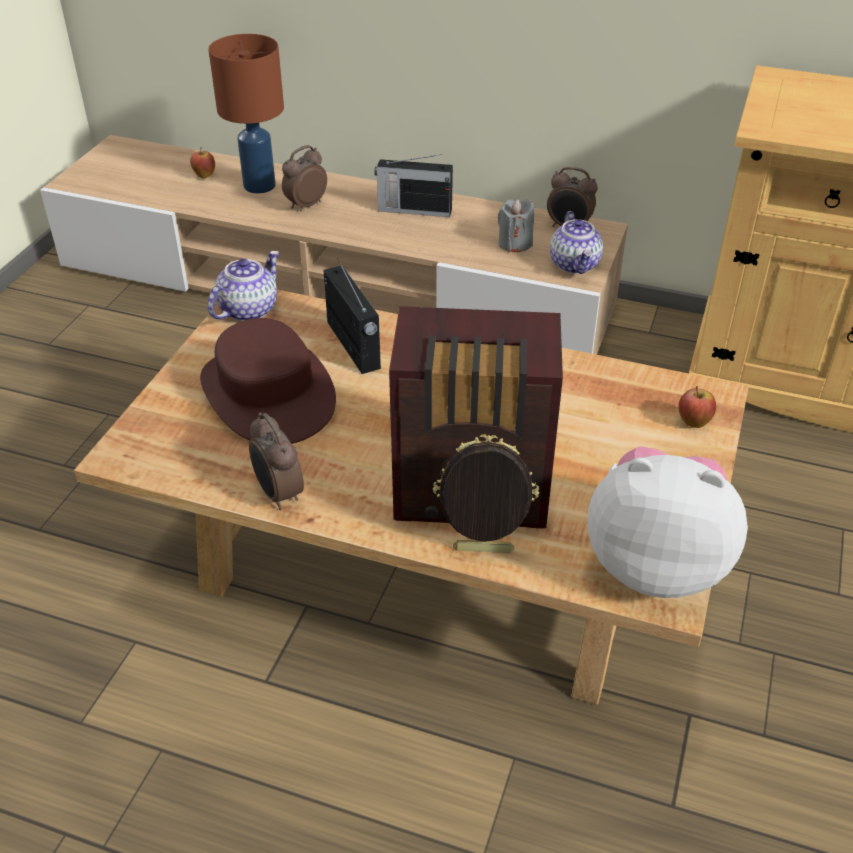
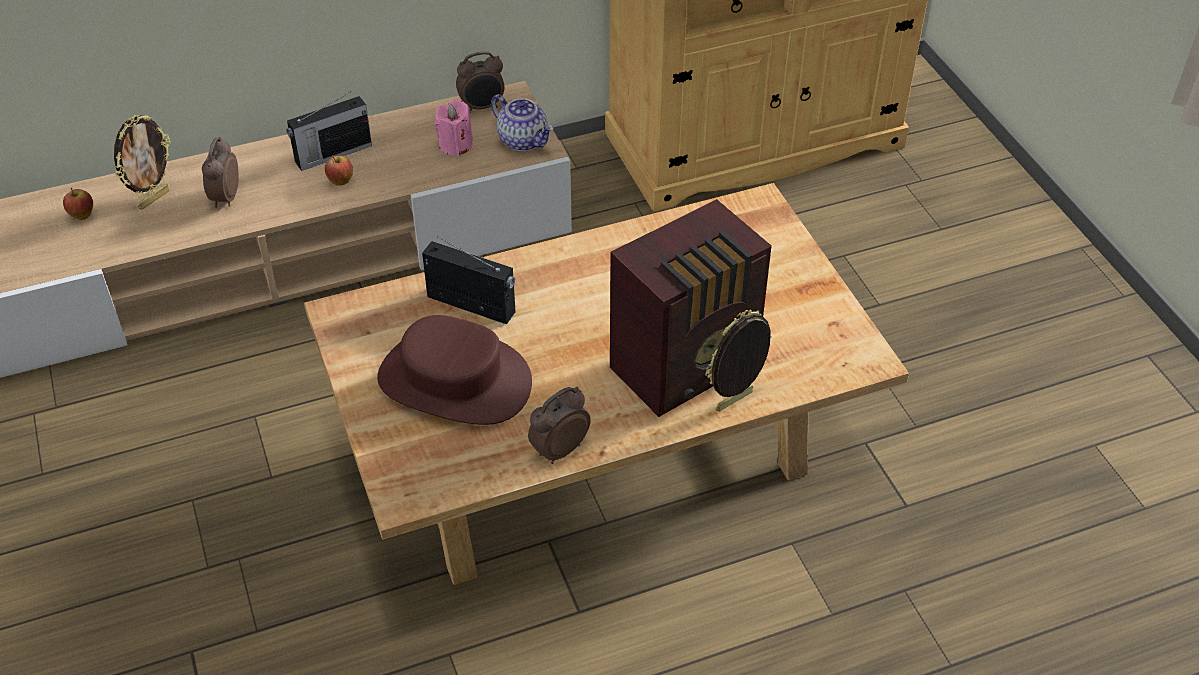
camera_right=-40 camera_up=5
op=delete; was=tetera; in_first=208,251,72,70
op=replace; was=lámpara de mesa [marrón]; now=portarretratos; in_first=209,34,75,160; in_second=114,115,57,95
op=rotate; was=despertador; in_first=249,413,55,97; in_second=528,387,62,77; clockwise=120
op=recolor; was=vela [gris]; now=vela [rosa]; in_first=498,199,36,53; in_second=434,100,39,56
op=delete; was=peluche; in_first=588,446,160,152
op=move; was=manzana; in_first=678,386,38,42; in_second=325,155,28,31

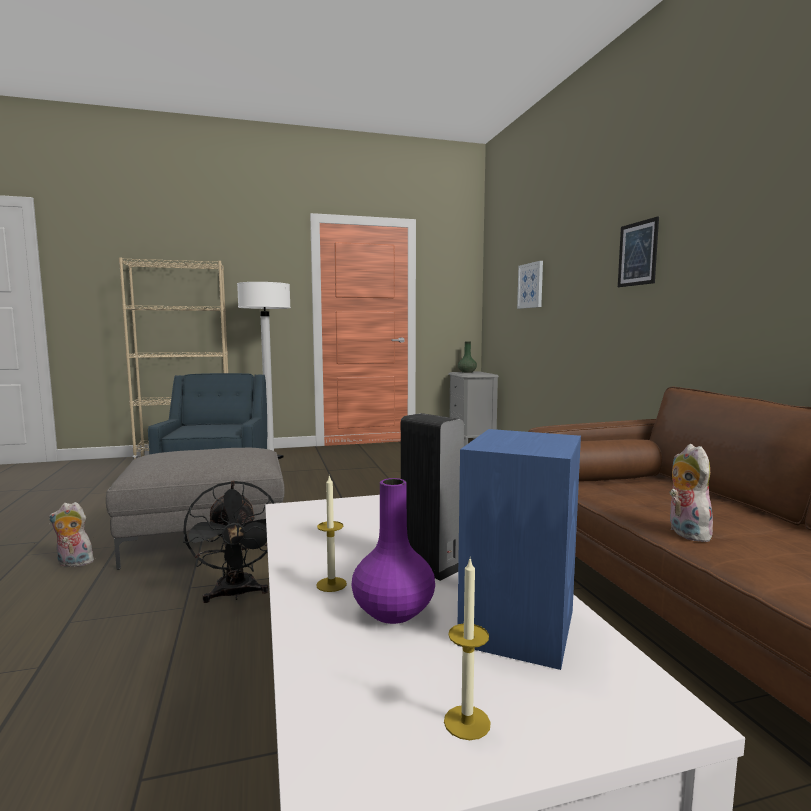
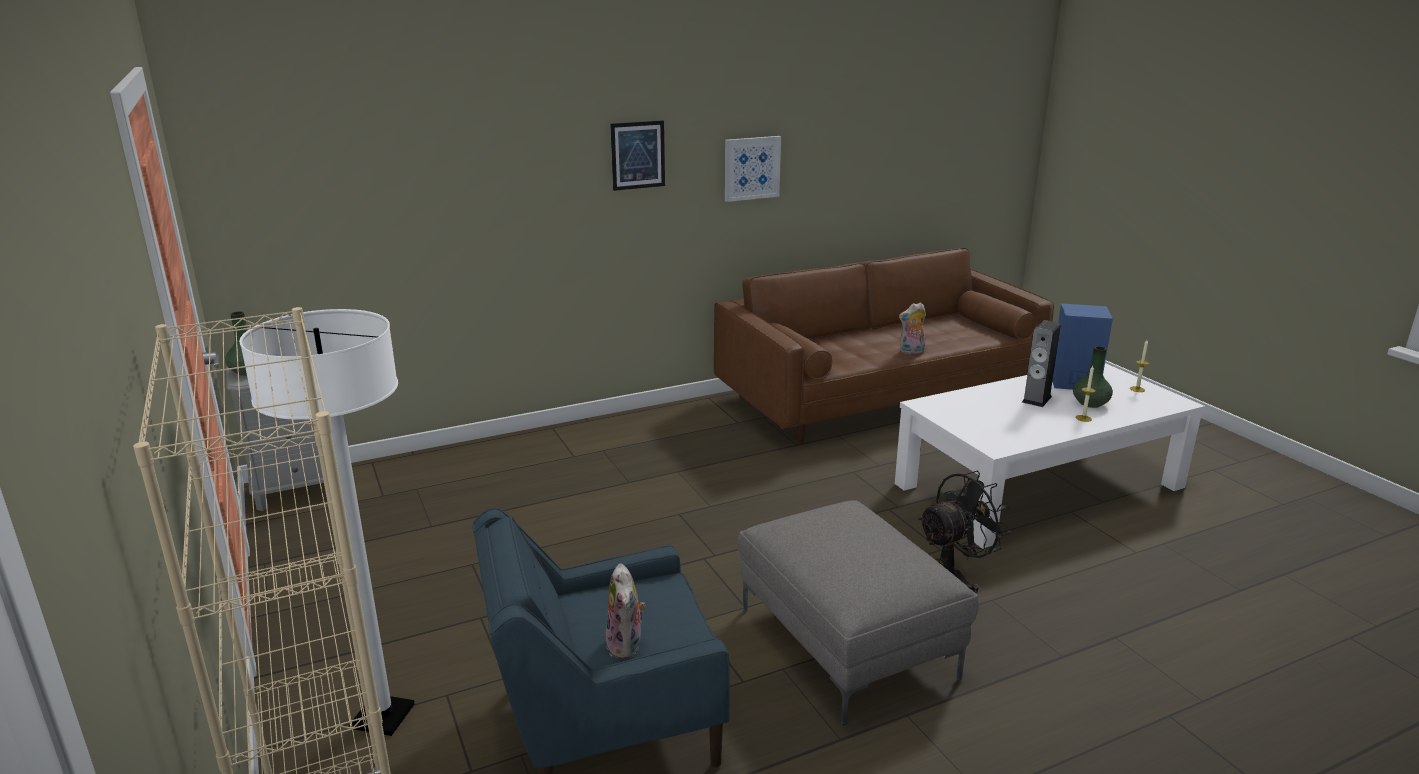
camera_right=-100 camera_up=15
op=move; was=peluche; in_first=49,502,47,65; in_second=606,563,40,96
op=recolor; was=florero [morado]; now=florero [verde]; in_first=351,478,84,146; in_second=1073,346,40,62
op=move; was=cuadro; in_first=517,261,26,48; in_second=725,136,56,66

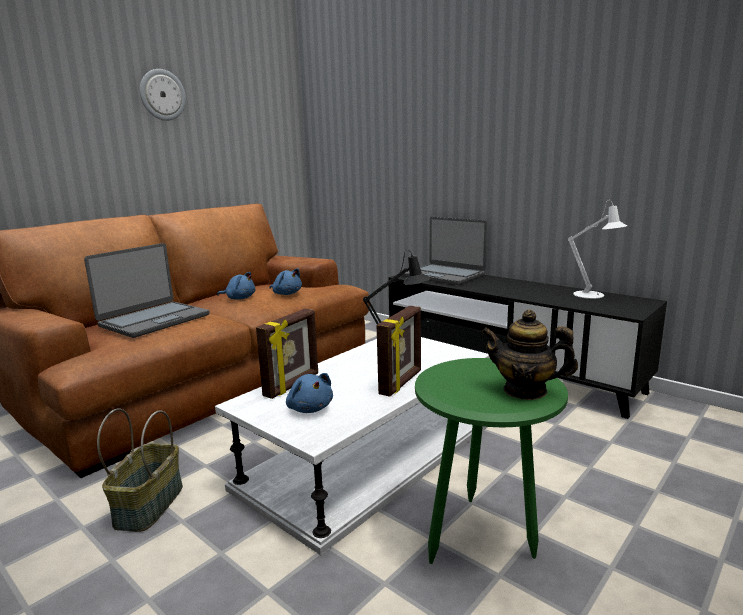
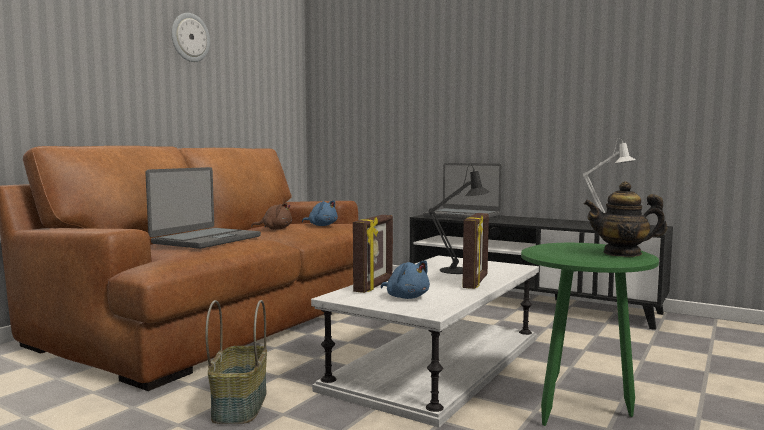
camera_right=-10 camera_up=-10
op=recolor; was=peluche [azul]; now=peluche [marrón]; in_first=217,272,38,27; in_second=251,203,41,27

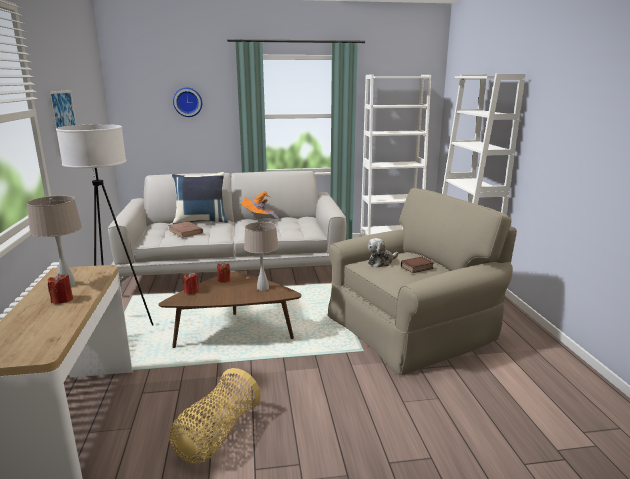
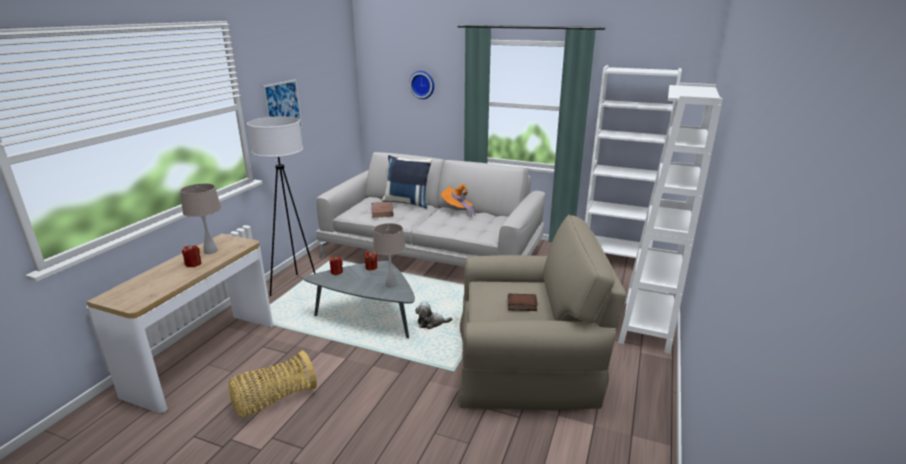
camera_right=30 camera_up=5
op=recolor; was=mesa de centro [marrón]; now=mesa de centro [gris]; in_first=158,272,144,76; in_second=303,261,112,77
op=move; was=peluche; in_first=368,238,30,29; in_second=415,301,37,28

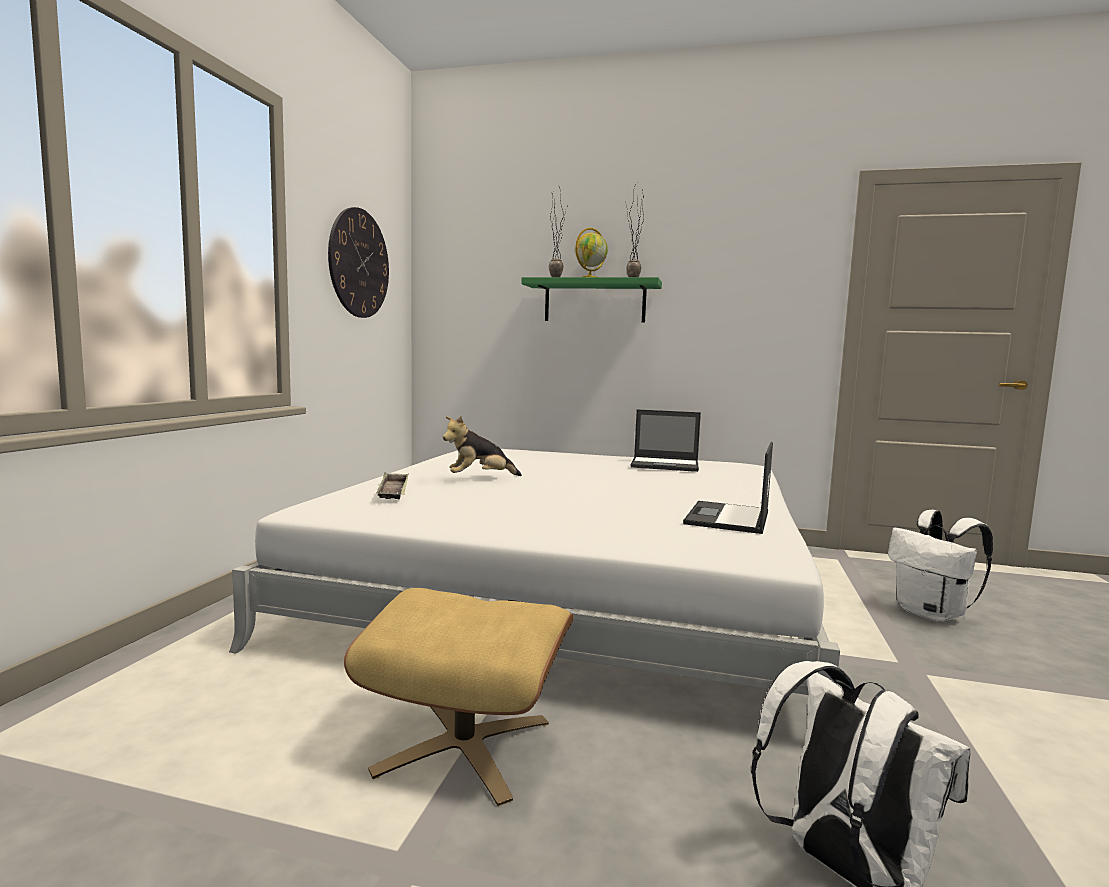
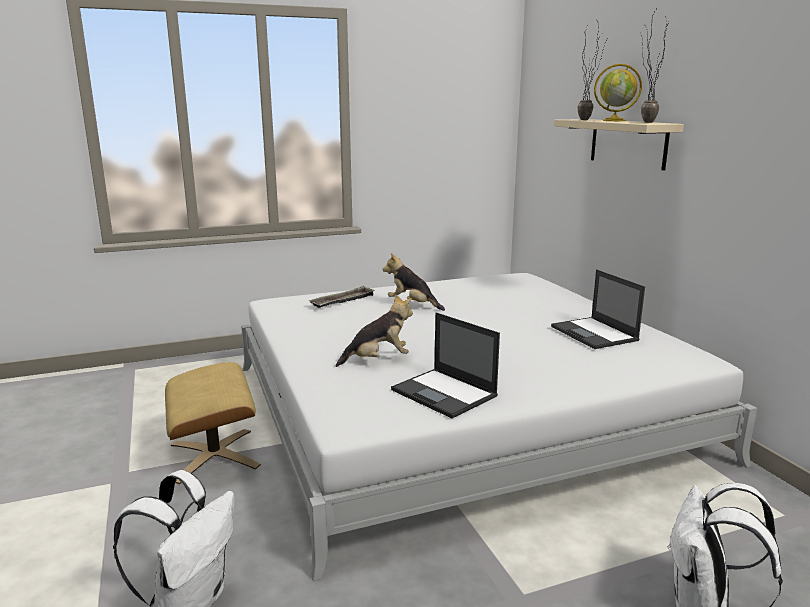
camera_right=55 camera_up=10
op=delete; was=reloj de pared; in_first=328,207,61,111
op=recolor; was=estante [verde]; now=estante [beis]; in_first=521,277,141,46; in_second=554,119,130,51
op=rotate; was=portátil; in_first=683,442,90,92; in_second=391,312,109,106; clockwise=-120
op=insert; now=peluche; in_second=335,293,78,74

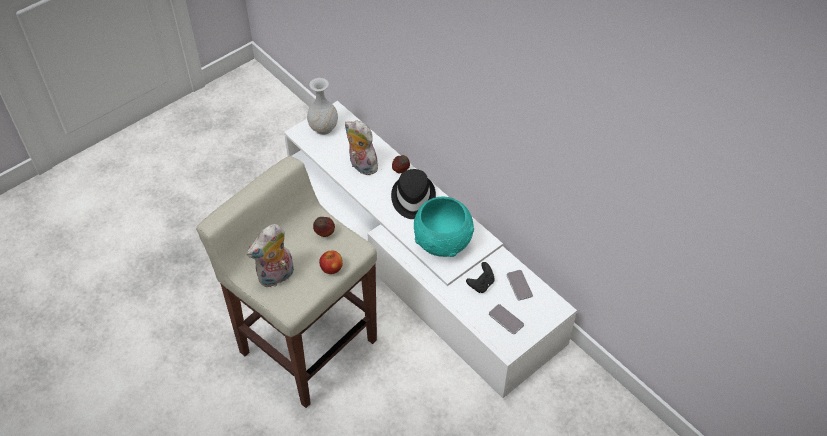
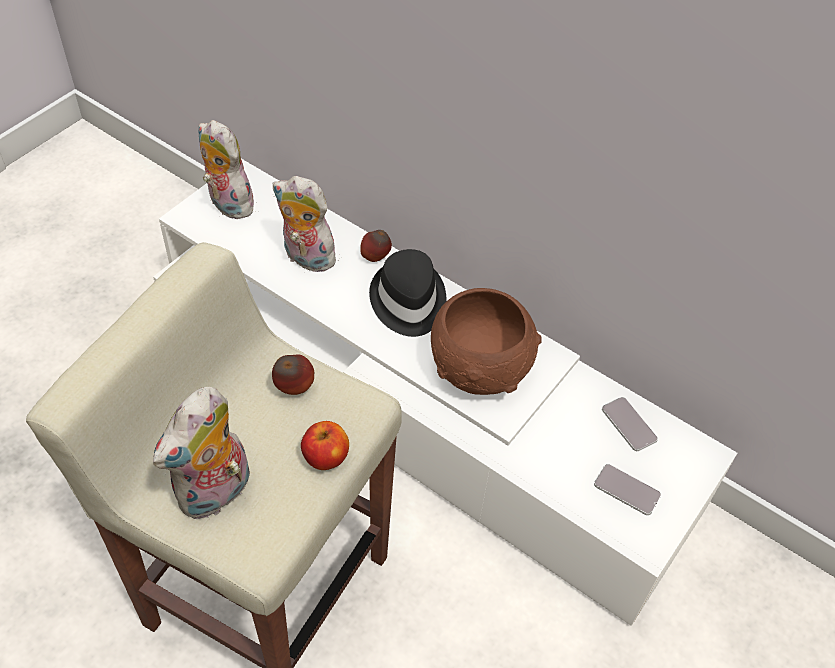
camera_right=-15 camera_up=0
op=replace; was=florero [blanco]; now=peluche; in_first=307,78,31,57; in_second=199,120,60,99
op=recolor; was=cuenco [turquesa]; now=cuenco [marrón]; in_first=414,196,60,61; in_second=431,288,111,107
op=delete; was=mando de consola [negro]; in_first=466,262,29,31

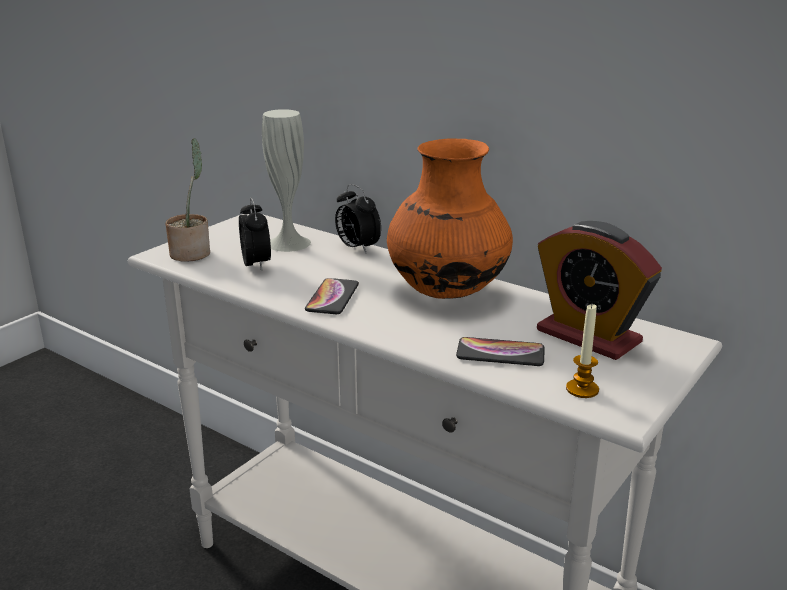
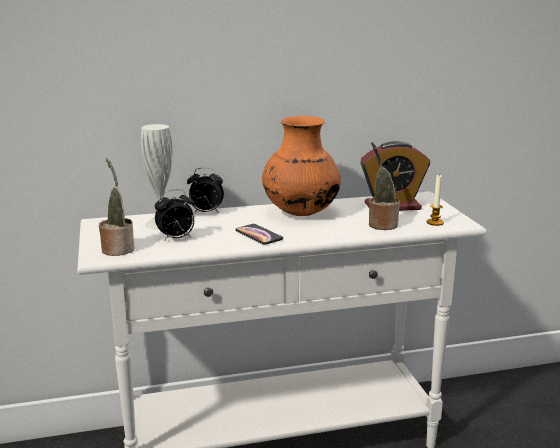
camera_right=-50 camera_up=-5
op=rotate; was=despertador; in_first=239,197,32,74; in_second=155,189,39,52; clockwise=135
op=replace; was=móvil; now=planta en maceta; in_first=456,337,89,29; in_second=369,142,31,88

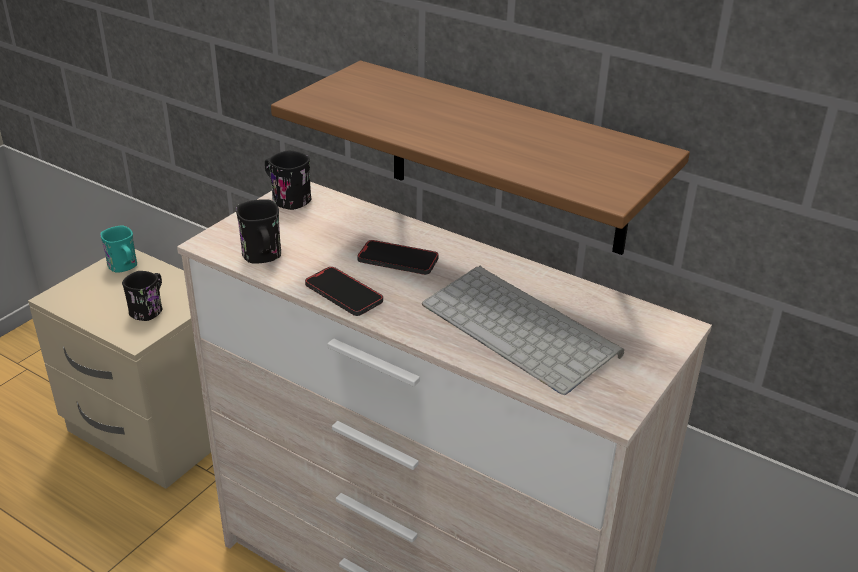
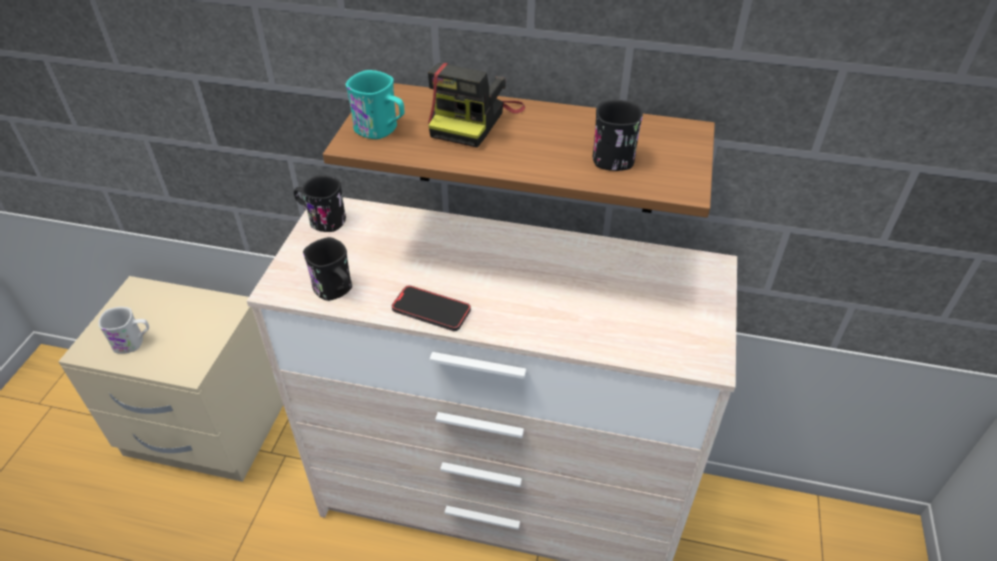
camera_right=-20 camera_up=10
op=move; was=taza grande [turquesa]; in_first=100,226,37,47; in_second=345,70,60,69
op=move; was=taza grande [negro]; in_first=122,271,40,50; in_second=593,100,50,71
op=delete; was=móvil; in_first=357,240,82,35
op=delete; was=teclado; in_first=422,266,202,129
op=insert; now=taza grande [blanco]; in_second=98,307,51,47
op=insert; now=cámara; in_second=428,63,97,85

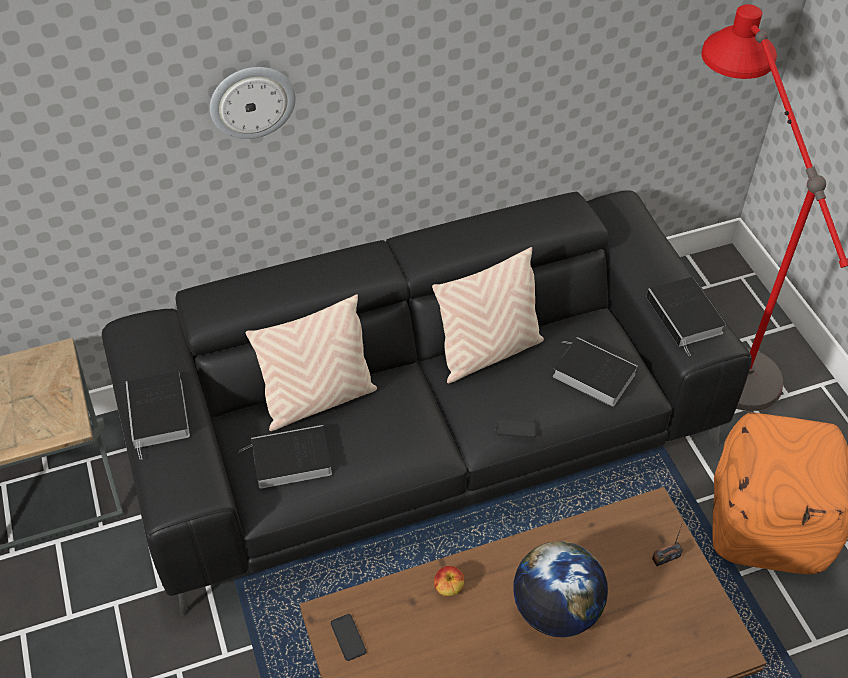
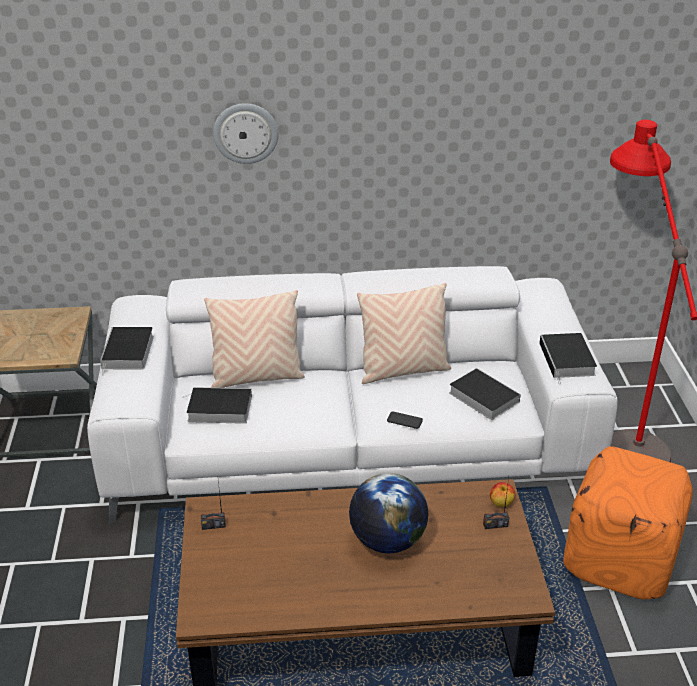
camera_right=15 camera_up=-15
op=recolor; was=sofá [negro]; now=sofá [blanco]; in_first=102,190,650,426; in_second=87,266,531,259
op=replace; was=móvil; now=radio; in_first=331,614,35,47; in_second=201,481,25,49
op=move; was=manzana; in_first=434,566,30,30; in_second=490,482,25,25

